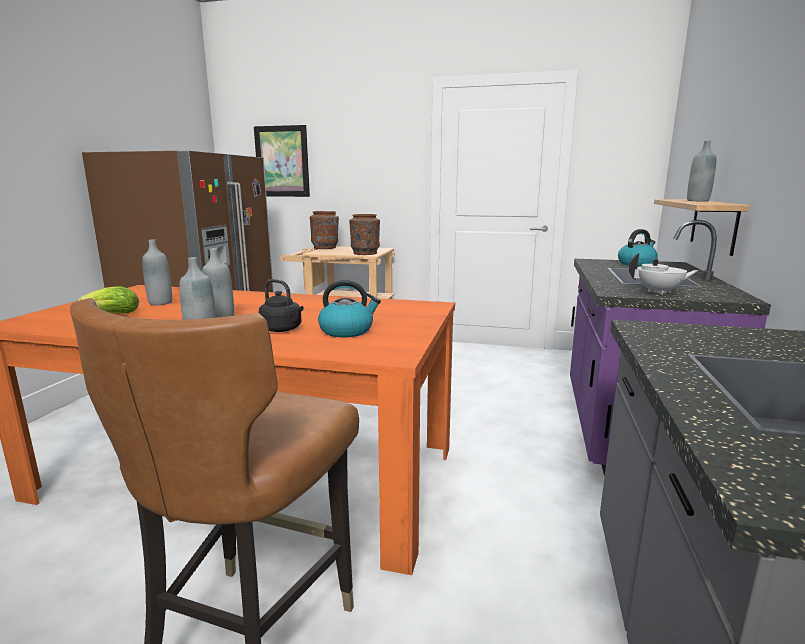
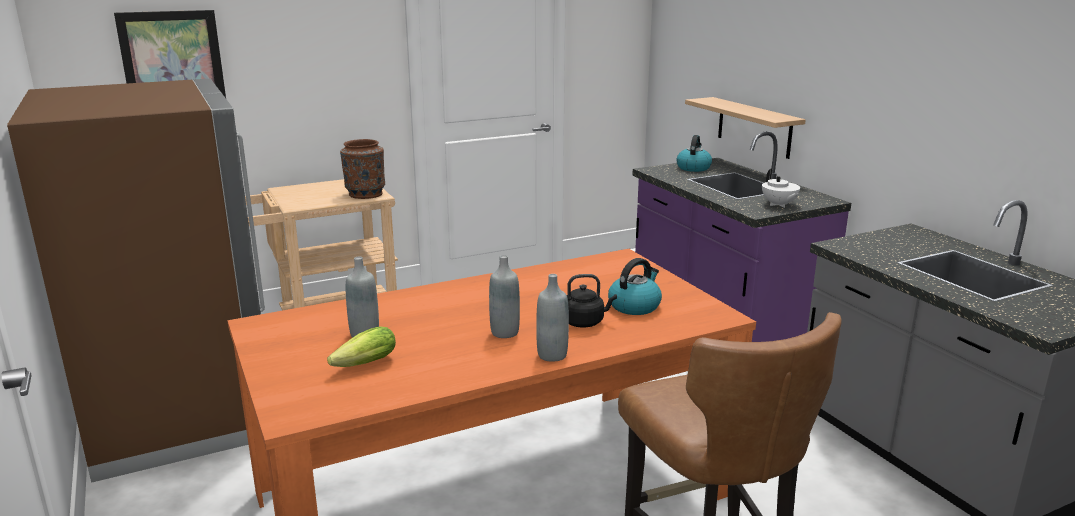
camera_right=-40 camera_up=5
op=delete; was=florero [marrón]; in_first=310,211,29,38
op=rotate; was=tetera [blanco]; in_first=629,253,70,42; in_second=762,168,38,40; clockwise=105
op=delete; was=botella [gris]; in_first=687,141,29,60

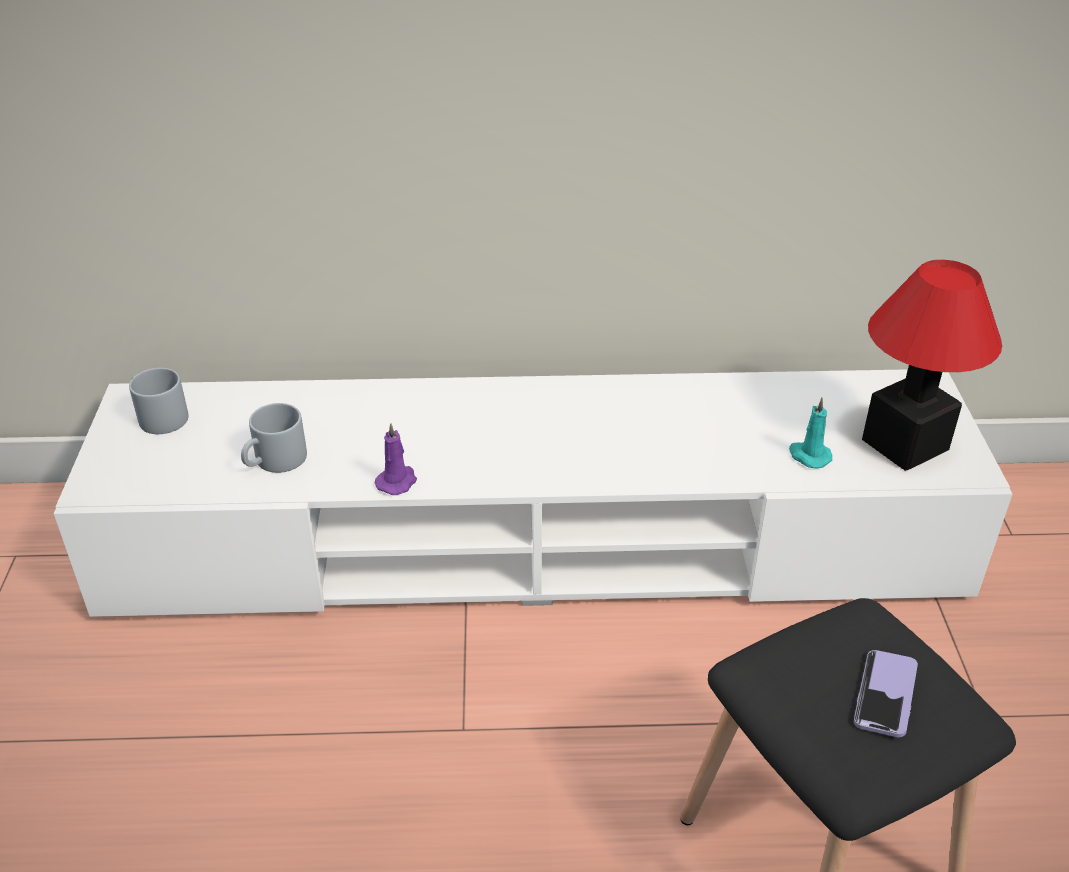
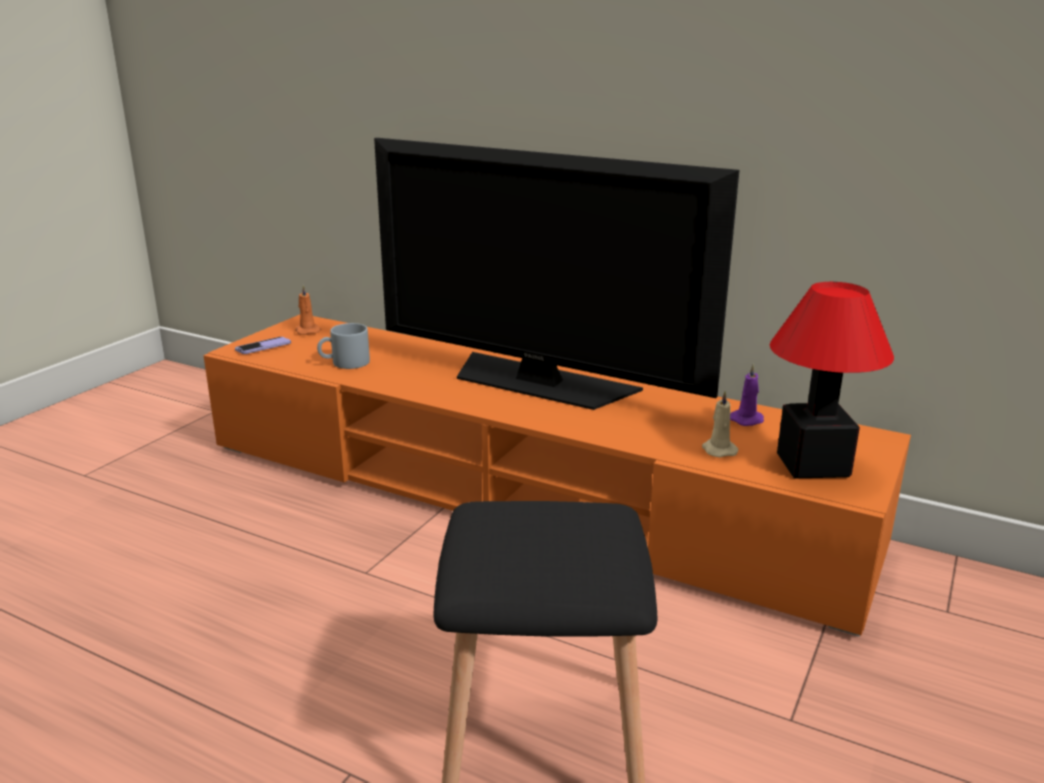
camera_right=30 camera_up=-15
op=recolor; was=mueble de televisión [blanco]; now=mueble de televisión [naranja]; in_first=54,369,958,248; in_second=203,315,708,322
op=replace; was=taza grande [gris]; now=vela [naranja]; in_first=129,368,60,66; in_second=295,285,26,50
op=move; was=vela [morado]; in_first=375,423,42,72; in_second=730,363,34,63
op=recolor; was=vela [turquesa]; now=vela [beis]; in_first=789,398,43,70; in_second=702,390,36,67
op=move; was=móvil; in_first=854,650,64,87; in_second=235,337,56,17
op=insert; now=televisor; in_second=374,138,366,272

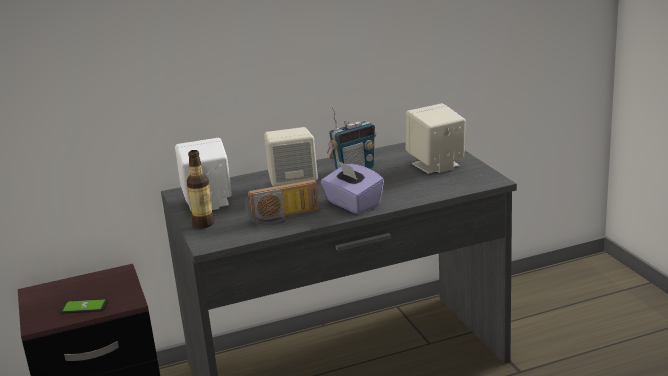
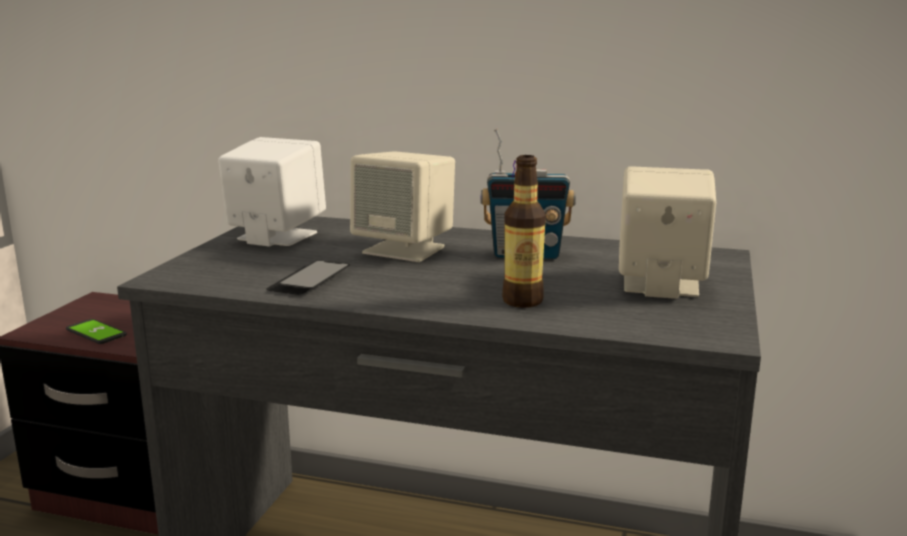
camera_right=35 camera_up=-5
op=move; was=botella; in_first=187,150,27,79; in_second=502,155,44,153
op=replace; was=radio; now=móvil; in_first=245,179,74,46; in_second=266,260,84,35
op=delete; was=caja de pañuelos [morado]; in_first=321,161,63,53

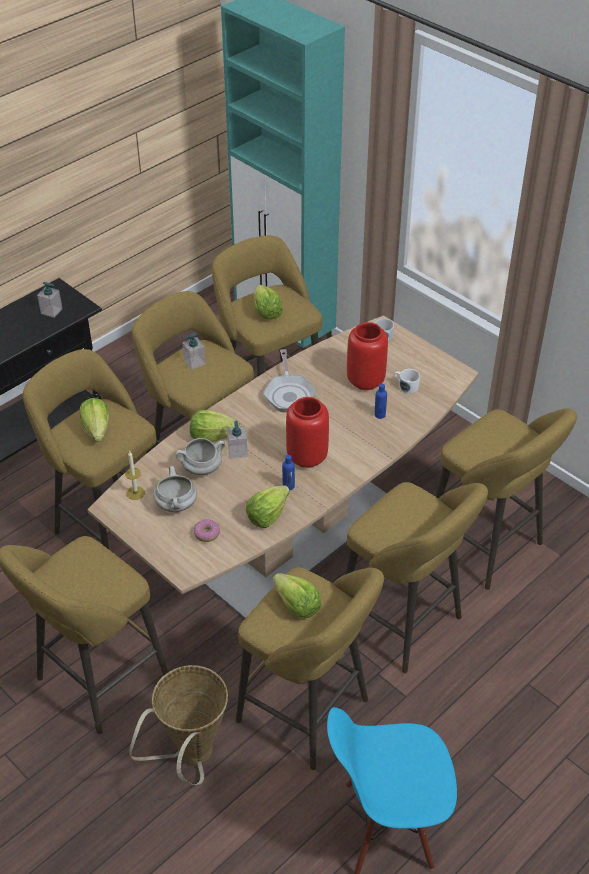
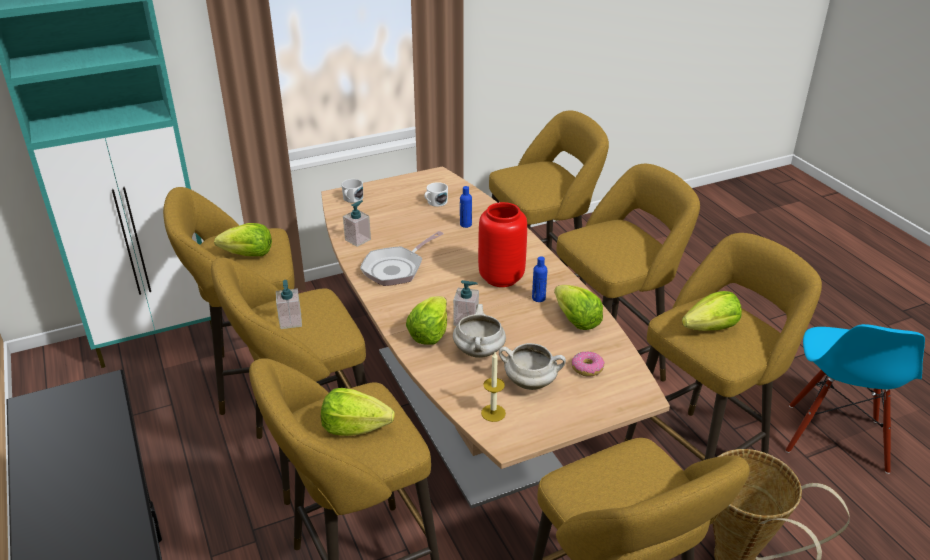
camera_right=-70 camera_up=-10
op=move; was=dispensador de jabón; in_first=37,282,26,36; in_second=343,200,28,47
op=rotate; was=sartén; in_first=263,349,54,63; in_second=360,231,84,55; clockwise=120
op=delete; was=florero [rojo]; in_first=347,322,41,68

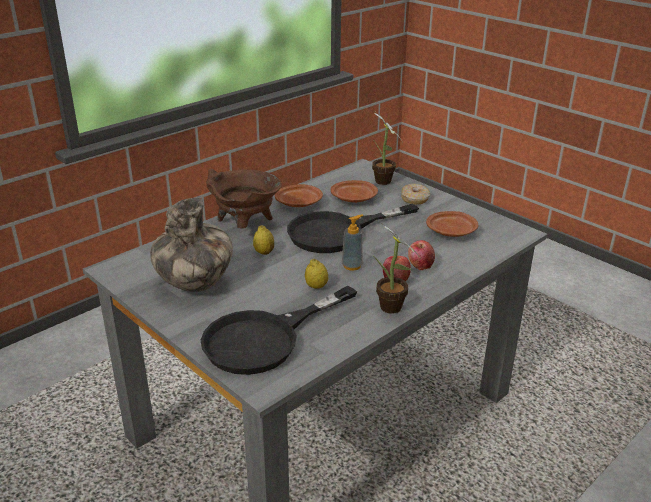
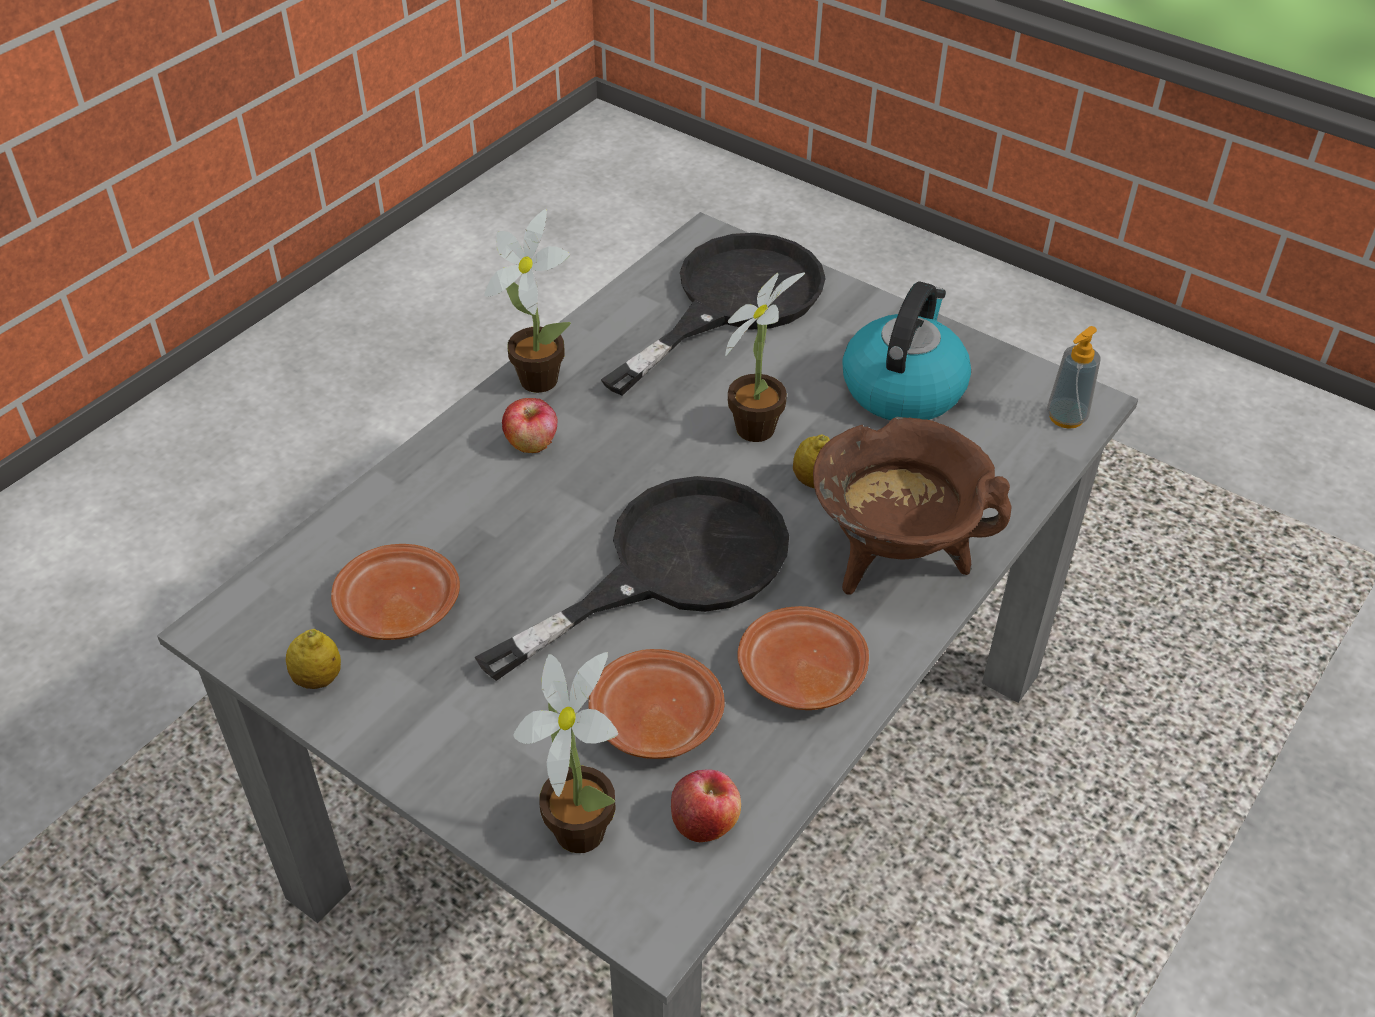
camera_right=170 camera_up=15
op=replace; was=florero; now=hervidor; in_first=150,198,83,94; in_second=842,282,129,138
op=move; was=limón; in_first=305,259,23,30; in_second=286,629,55,60
op=move; was=dispensador de jabón; in_first=342,215,21,56; in_second=1047,326,53,103
op=delete; was=rosquilla; in_first=401,184,29,21
op=move; was=manzana; in_first=408,240,27,30; in_second=671,769,70,73
op=insert; now=planta en maceta; in_second=725,273,80,169

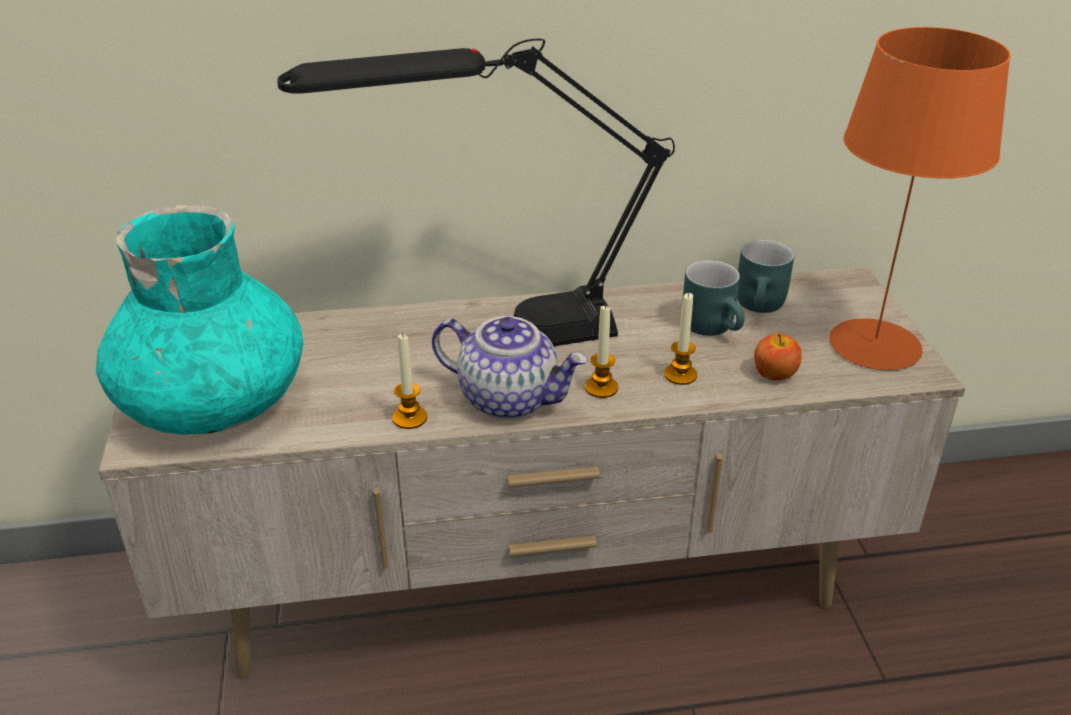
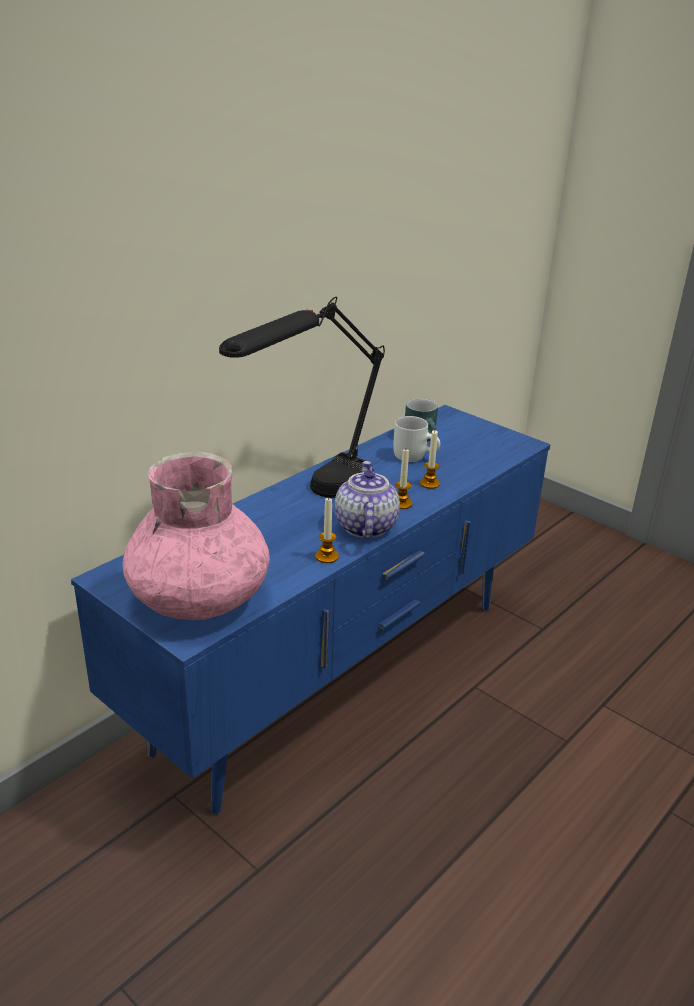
camera_right=-40 camera_up=-5
op=recolor; was=florero [turquesa]; now=florero [rosa]; in_first=96,205,207,230; in_second=123,452,147,168
op=recolor; was=mueble de televisión [beis]; now=mueble de televisión [azul]; in_first=98,267,868,411; in_second=71,405,480,409
op=rotate; was=tetera; in_first=432,316,156,103; in_second=334,461,66,78; clockwise=-75
op=recolor; was=taza grande [turquesa]; now=taza grande [blanco]; in_first=682,260,63,76; in_second=393,416,47,46
op=delete; was=manzana; in_first=754,333,48,47
op=delete; was=lámpara de mesa [naranja]; in_first=829,27,182,343

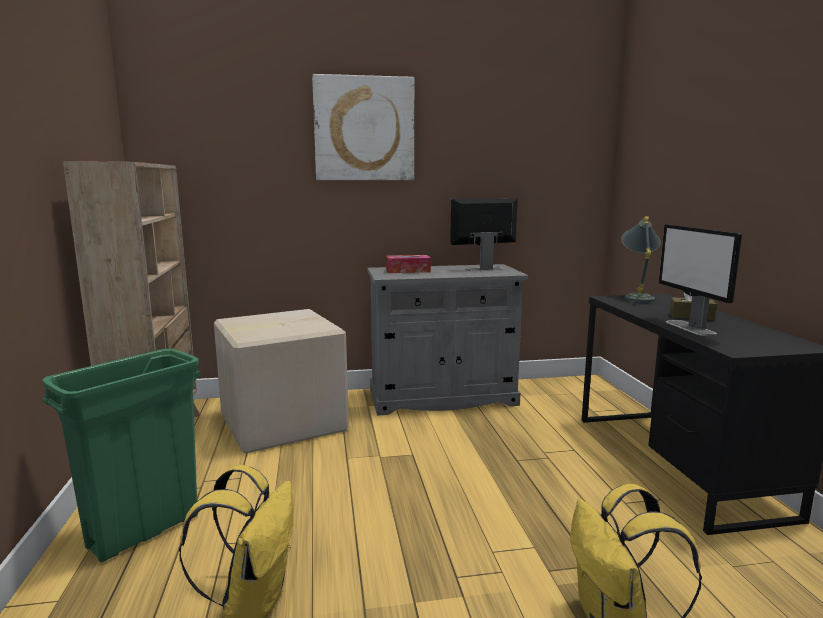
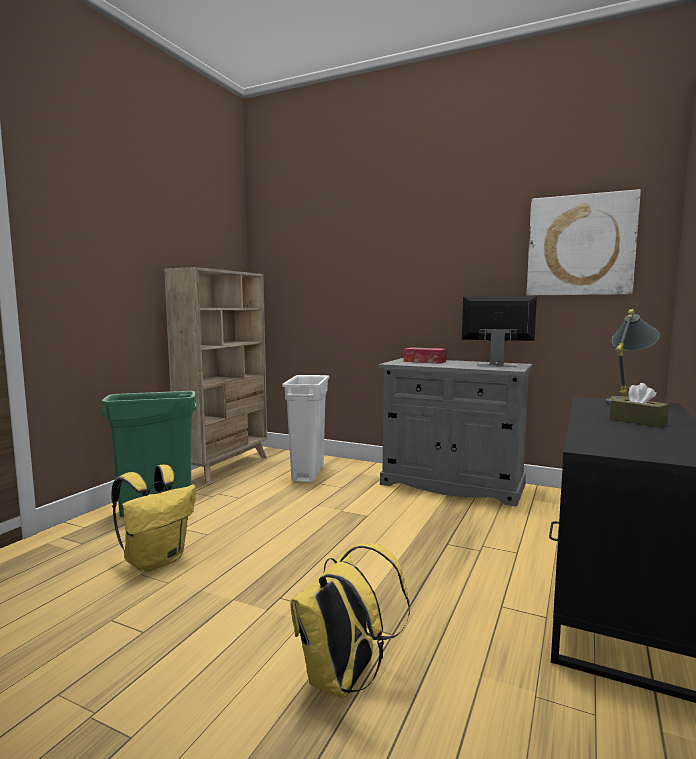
camera_right=35 camera_up=-5
op=replace; was=caja de cartón; now=papelera [blanco]; in_first=214,309,135,145; in_second=282,375,47,107
op=move; was=cuadro; in_first=312,74,102,106; in_second=527,189,114,106
op=delete; was=monitor; in_first=659,224,83,112

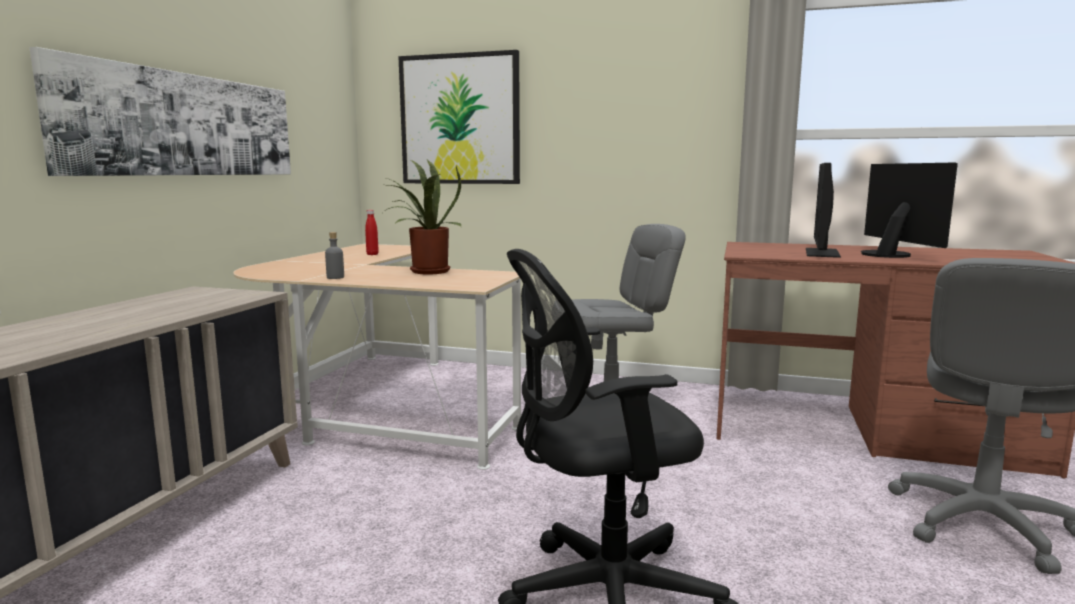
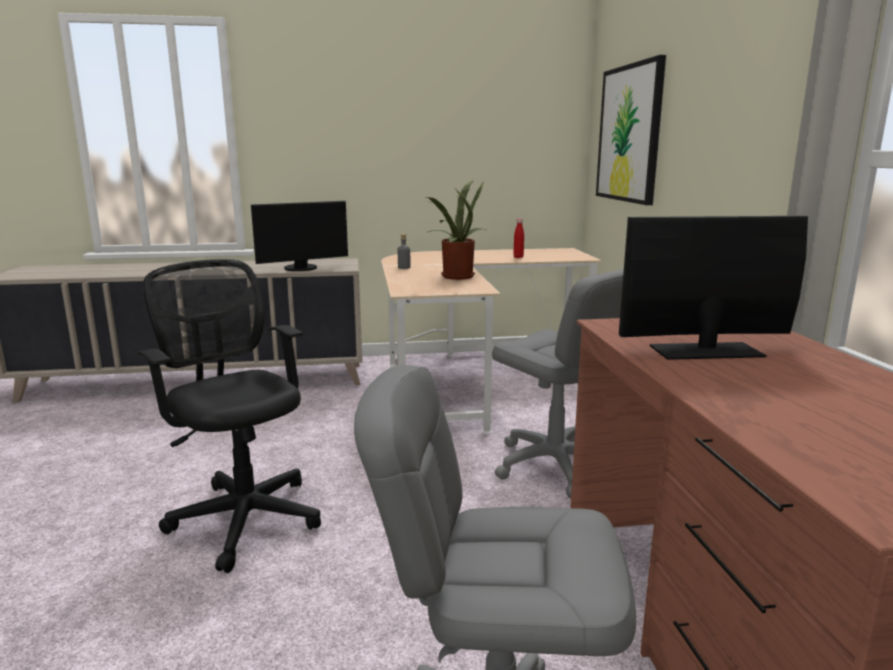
camera_right=65 camera_up=5
op=delete; was=cuadro; in_first=30,47,261,129
op=move; was=monitor; in_first=861,162,97,96; in_second=251,201,97,70

